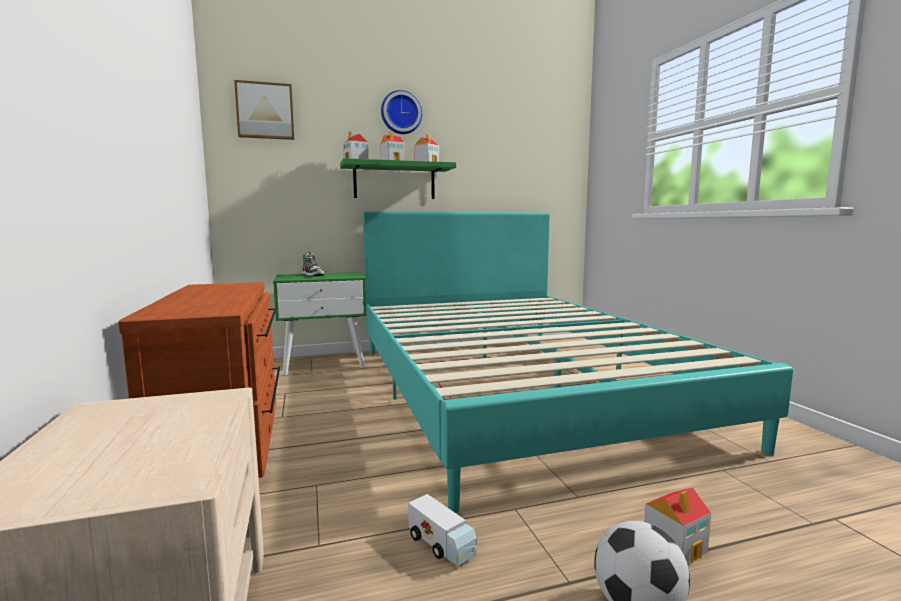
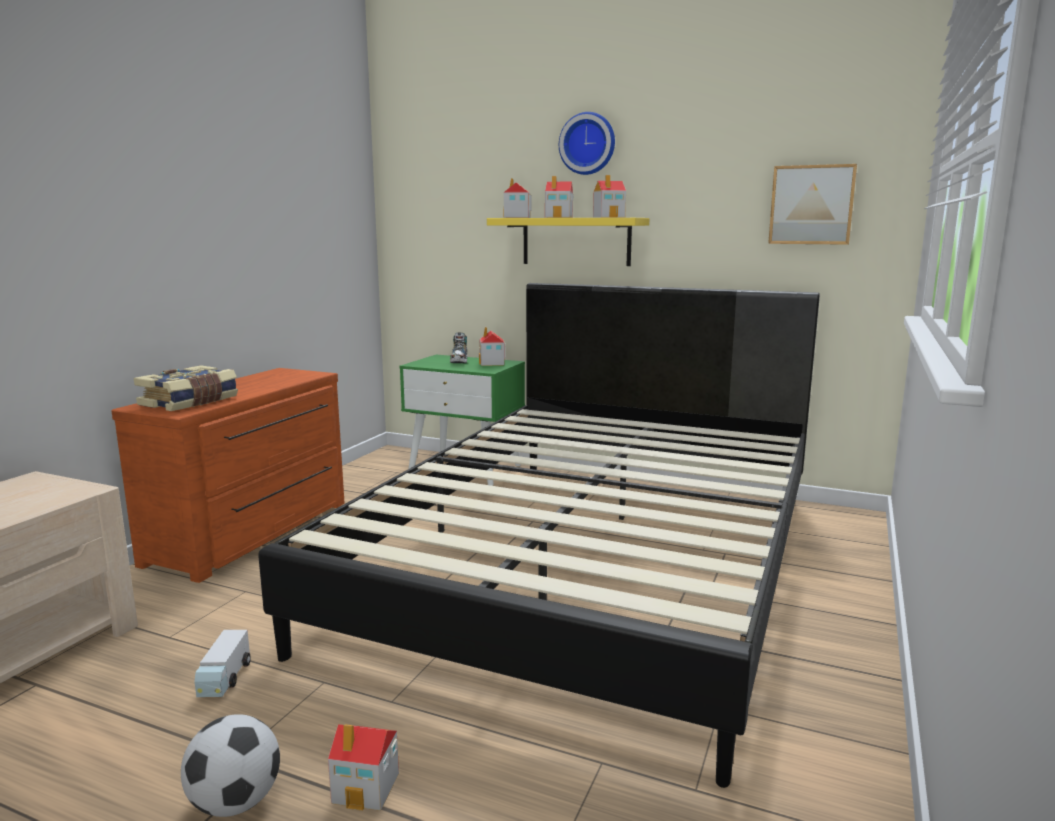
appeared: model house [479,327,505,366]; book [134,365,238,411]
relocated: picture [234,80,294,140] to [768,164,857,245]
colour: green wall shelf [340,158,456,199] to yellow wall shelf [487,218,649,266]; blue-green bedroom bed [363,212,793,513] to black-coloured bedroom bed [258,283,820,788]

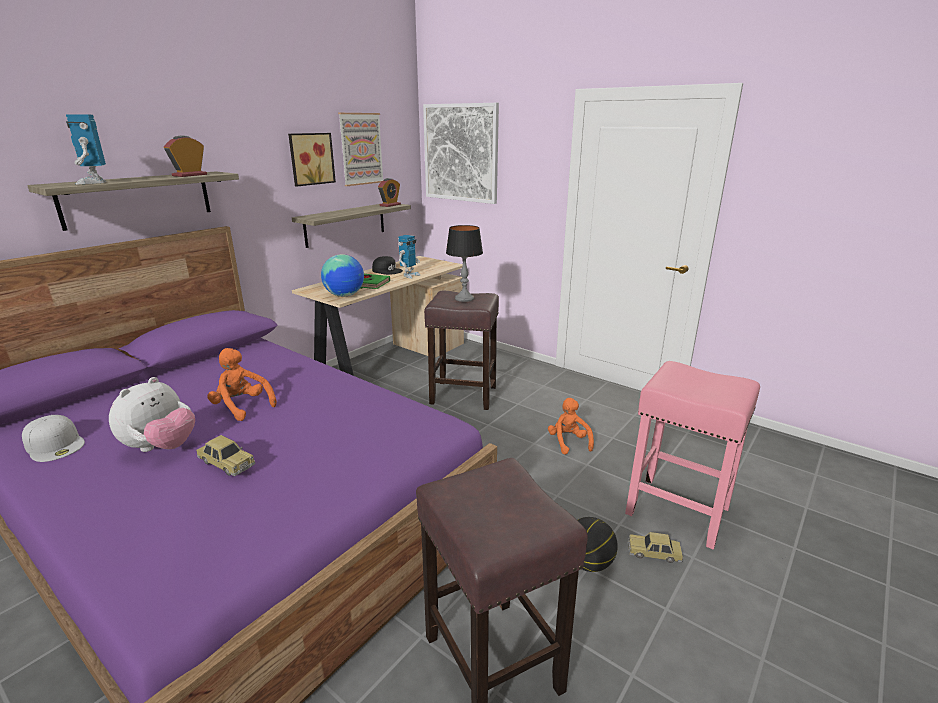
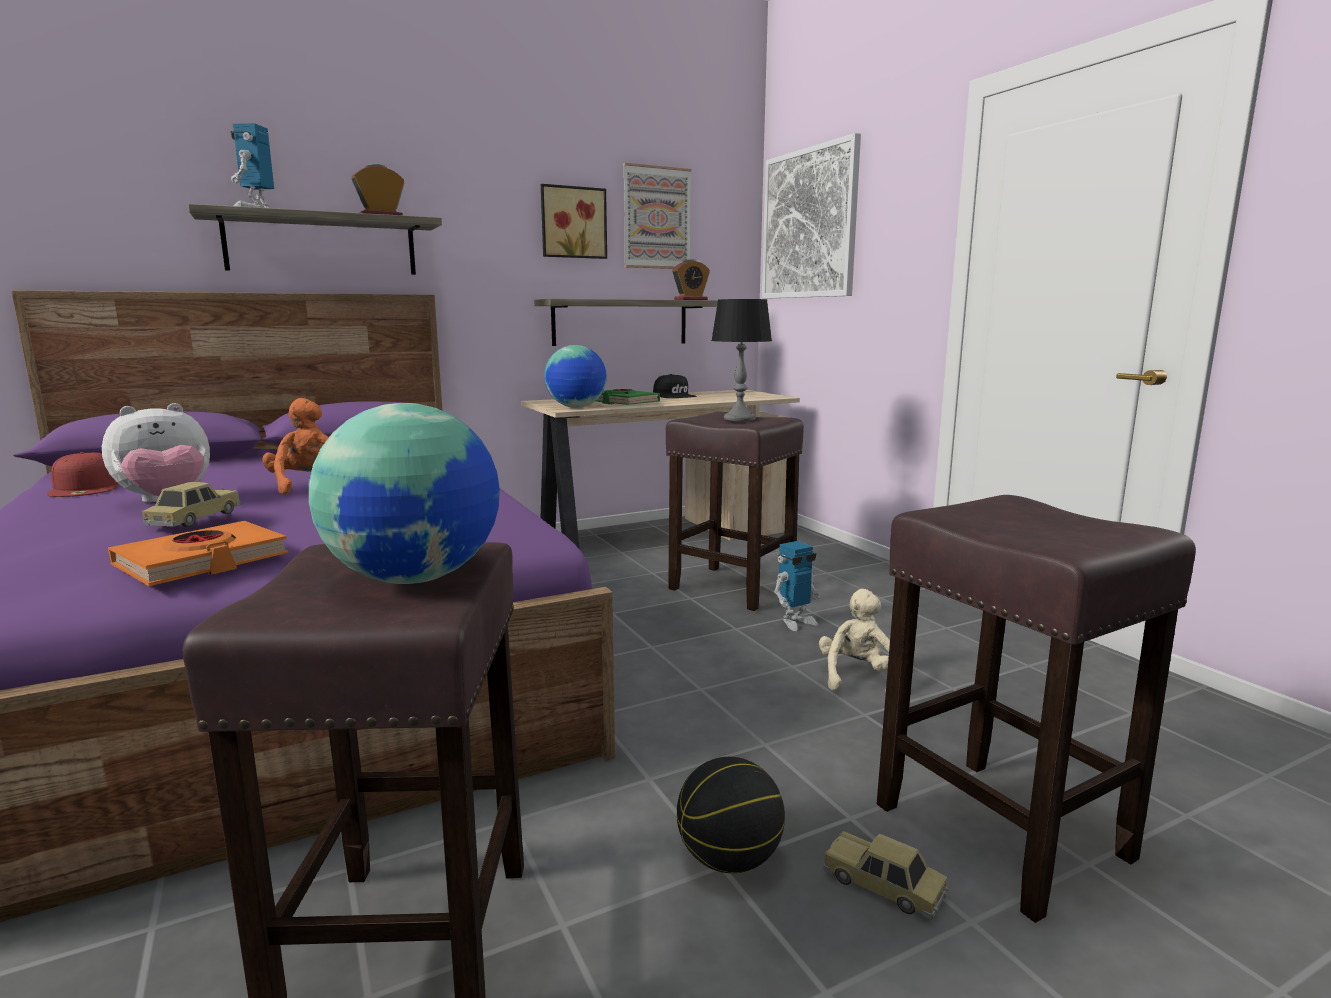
appeared: globe [309,403,500,584]; orange book [108,521,289,586]
relocated: toy robot [398,235,421,279] to [774,541,820,631]
colour: pinkish sitting stool [625,361,760,550] to brownish sitting stool [877,495,1196,923]; orange cuddly toy [548,398,594,455] to beige-coloured cuddly toy [819,589,890,691]; white-coloured cap [22,415,85,462] to reddish cap [47,452,119,497]
spun: model car [196,435,255,476] = [142,482,241,527] 135 degrees counterclockwise

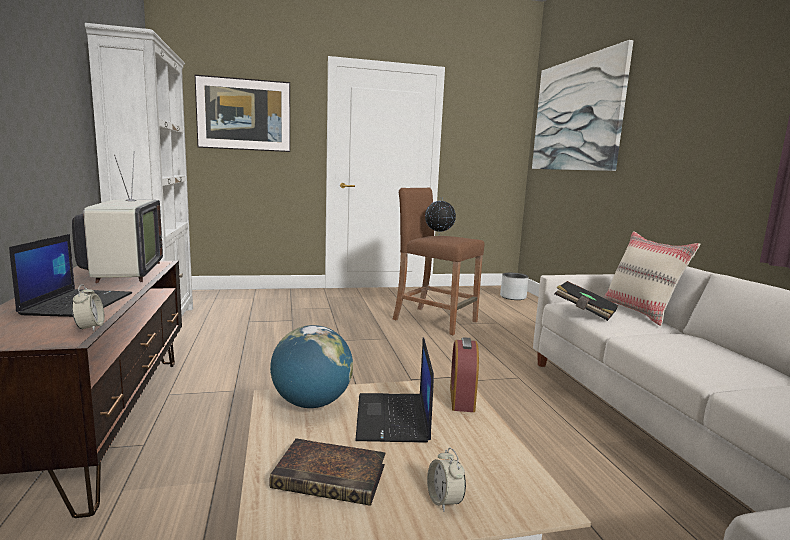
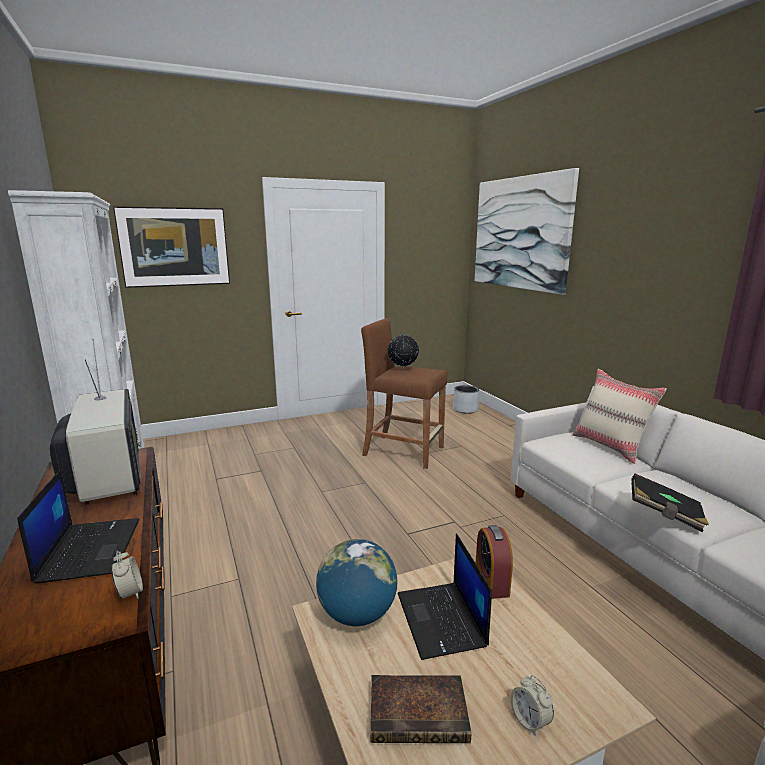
relocated: black-coloured book [555,281,619,321] to [631,474,709,532]

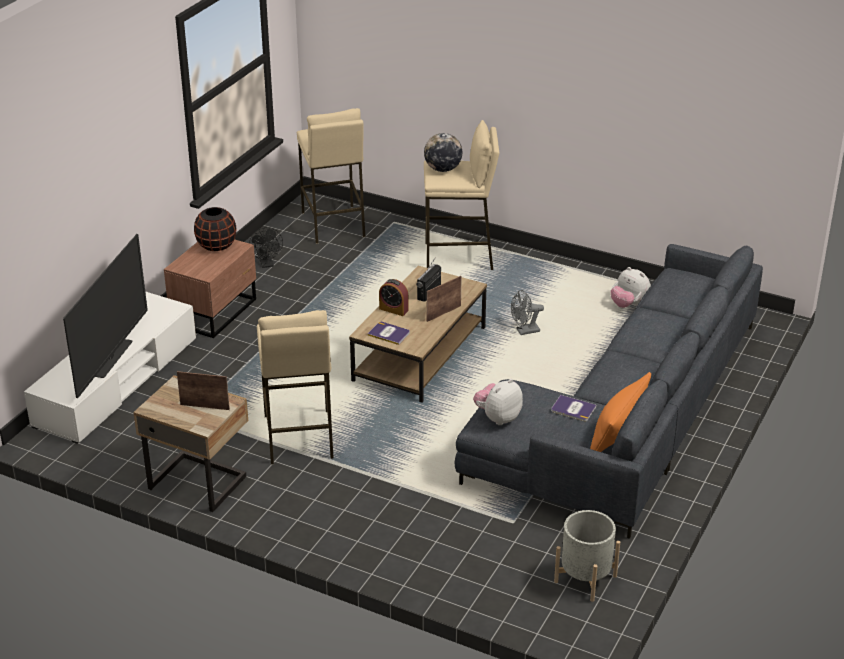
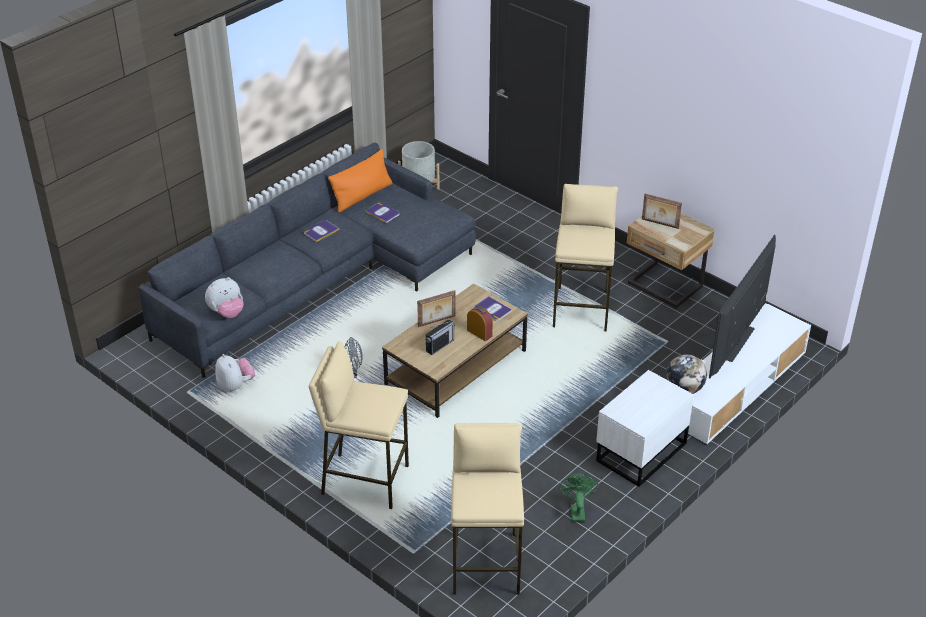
missing: black-coloured decorative vase [194,207,236,251]
appeared: book [304,220,339,242]
relocated: globe [424,133,462,172] to [666,354,707,394]; cuddly toy [473,379,523,425] to [205,277,244,318]
colour: black-coloured fan [249,227,283,268] to green fan [559,474,598,522]; brownish night table [164,239,256,338] to white-coloured night table [596,370,694,487]

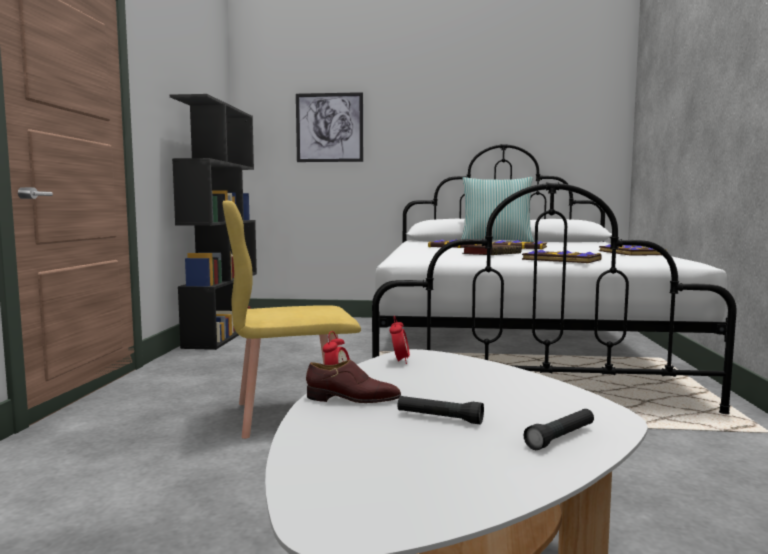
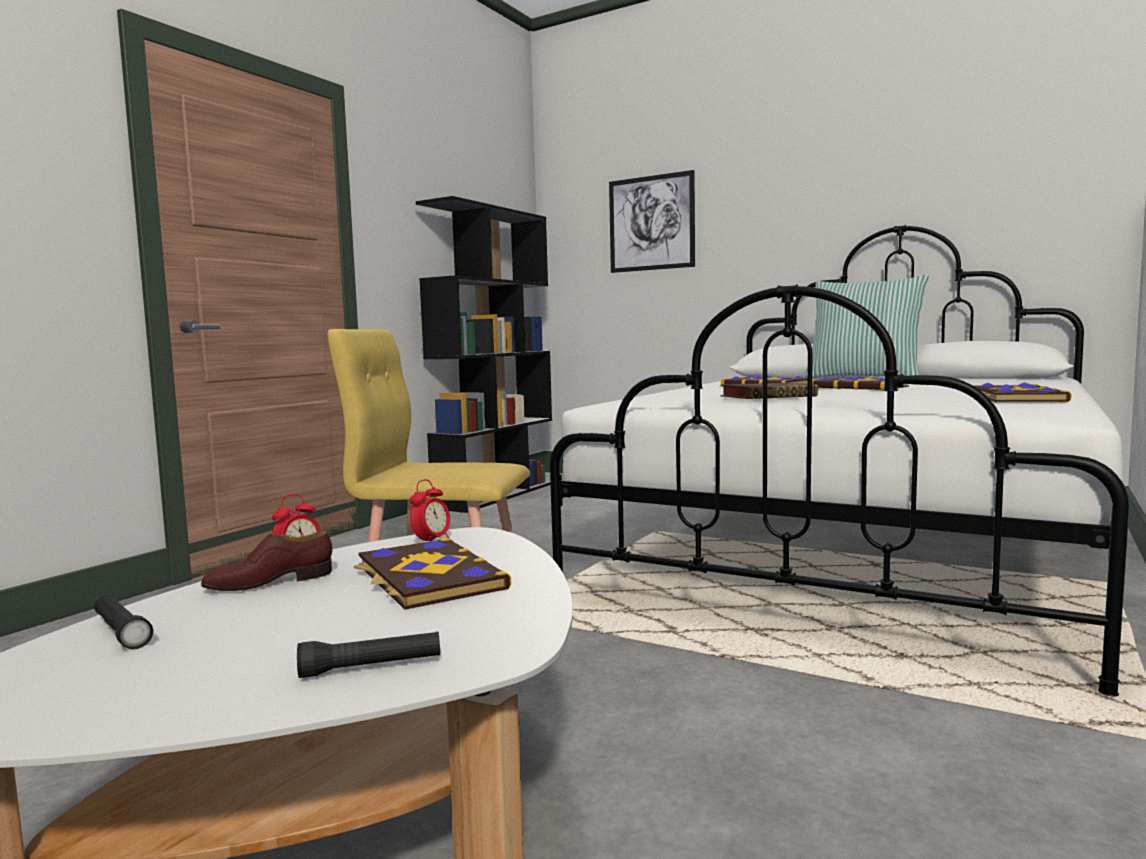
relocated: book [522,250,602,263] to [354,538,511,610]; black-coloured flashlight [398,396,484,425] to [94,595,153,650]
spun: brownish shoe [306,360,401,403] = [201,531,332,591] 120 degrees clockwise

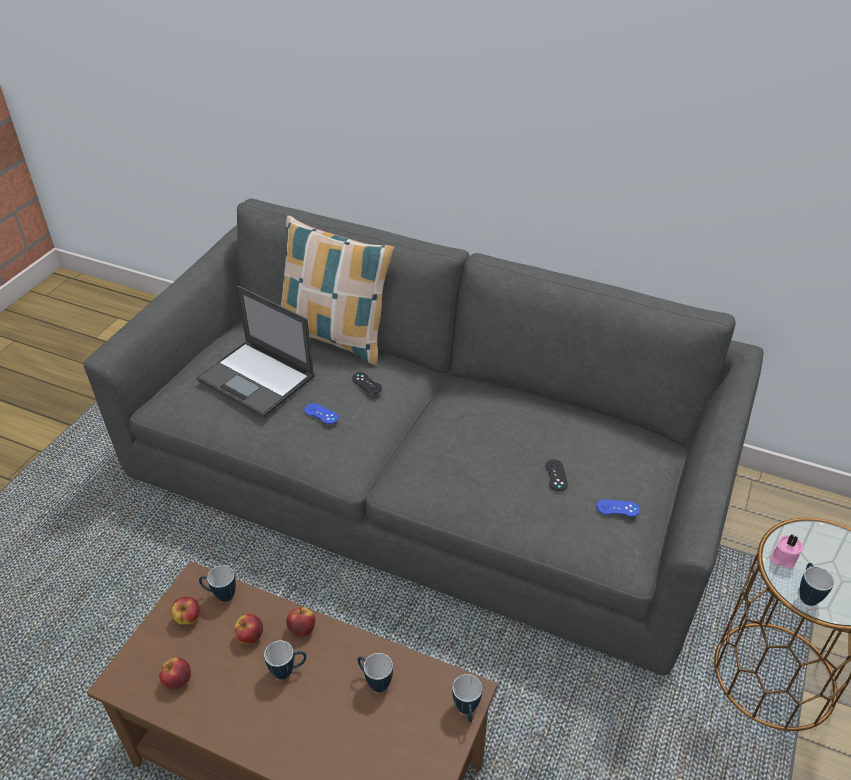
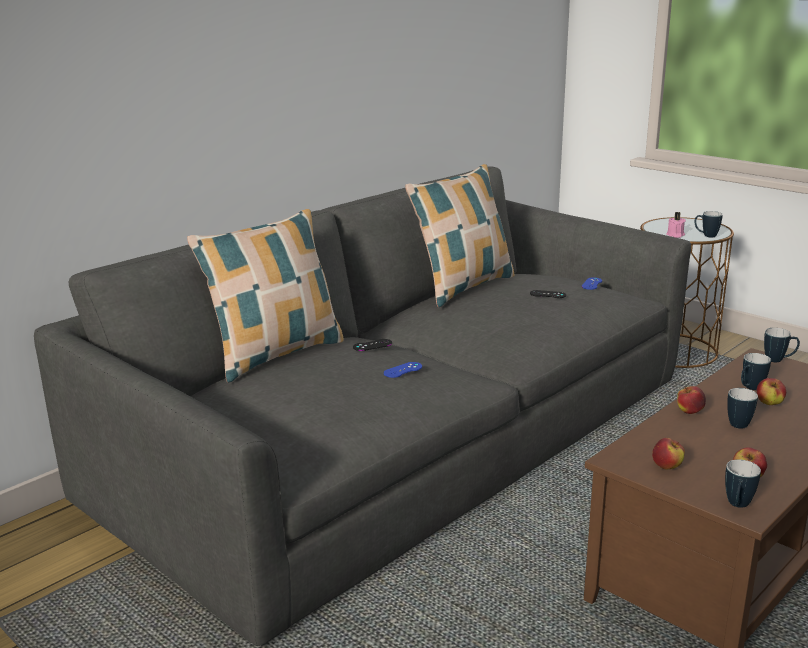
missing: portable computer [196,285,315,418]
appeared: cushion [405,164,514,307]
relocated: mug [199,565,236,602] to [725,459,761,508]; apple fruit [234,614,263,644] to [757,378,786,405]

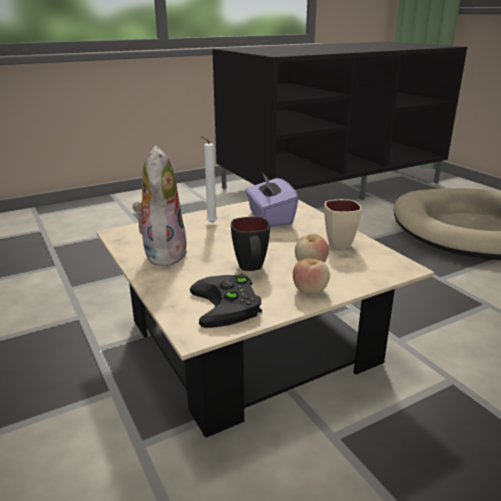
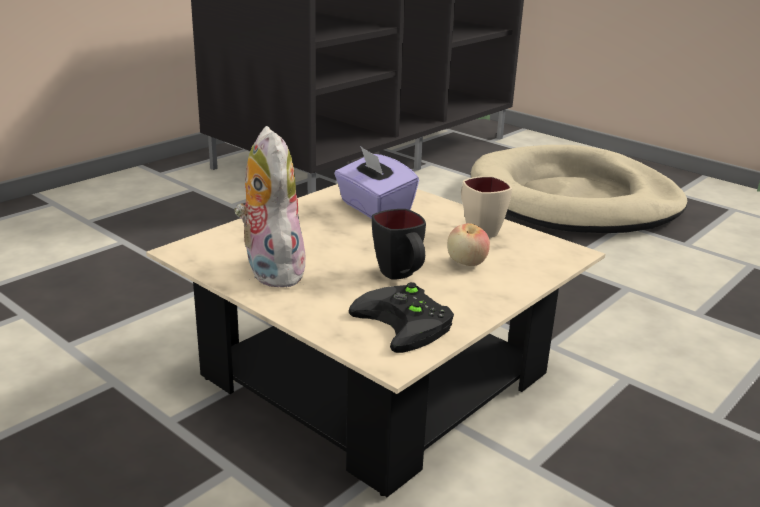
missing: white-coloured candle [201,136,217,223]; apple fruit [293,258,330,295]

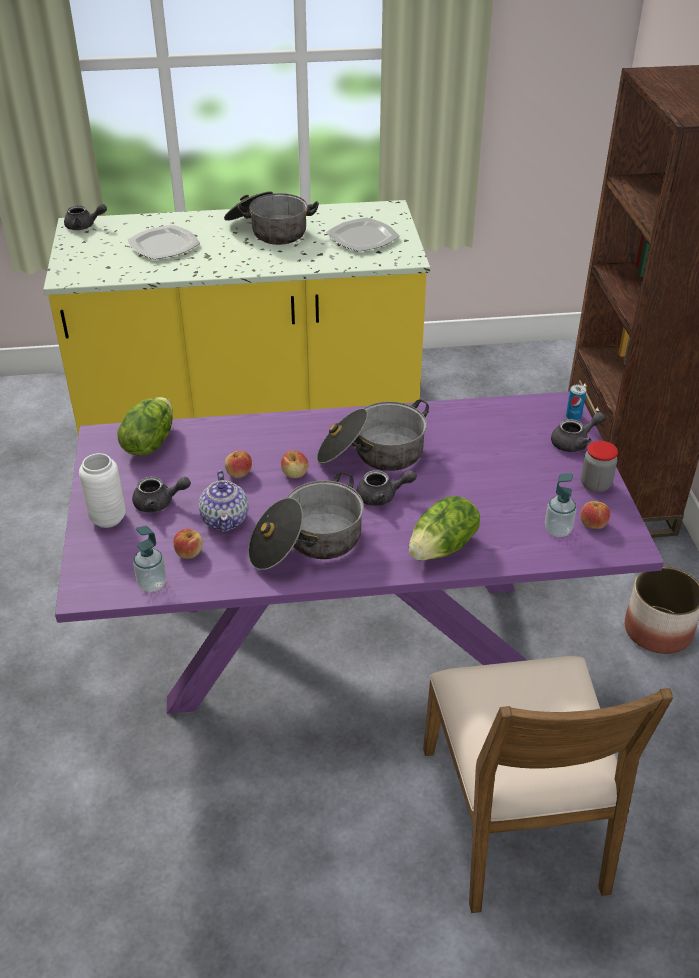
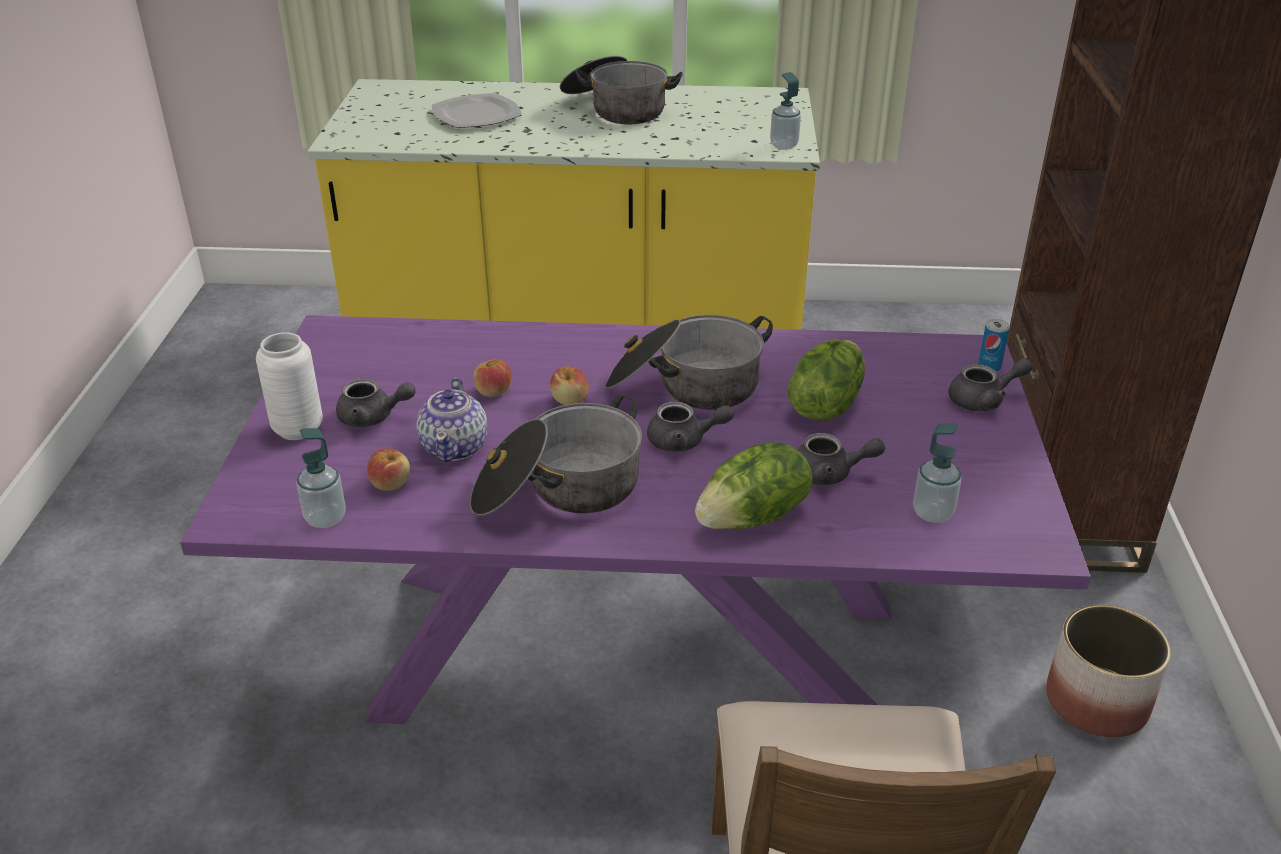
missing: plate [327,218,400,252]; preserve jar [581,441,618,492]; apple fruit [580,501,610,529]
appeared: soap bottle [770,72,801,150]
relocated: greyish pot for tea [64,204,107,230] to [798,433,885,485]; lettuce head [117,397,173,456] to [787,339,865,420]

